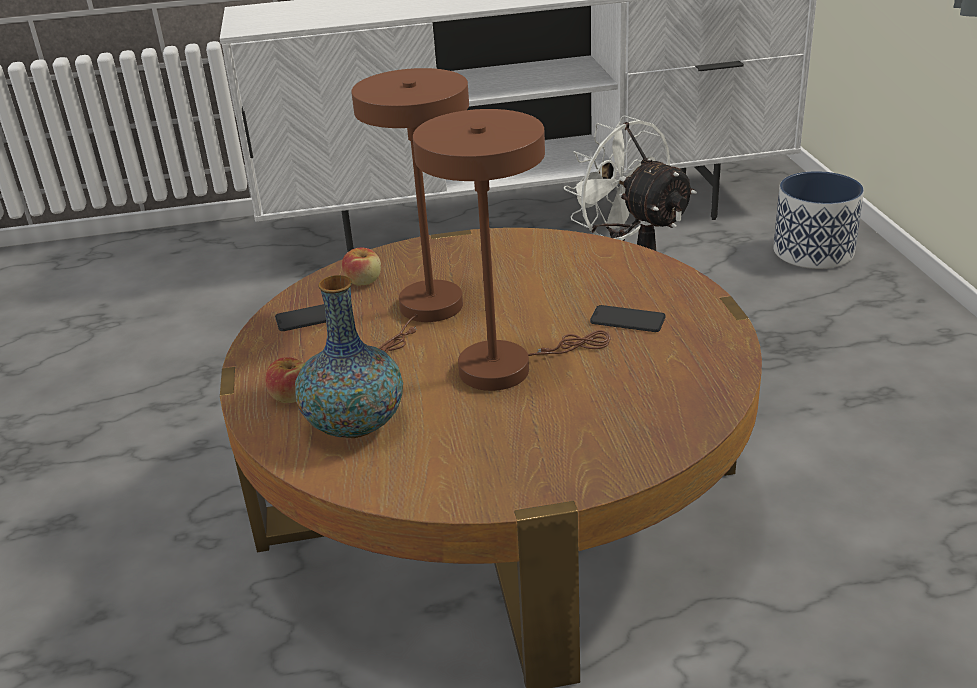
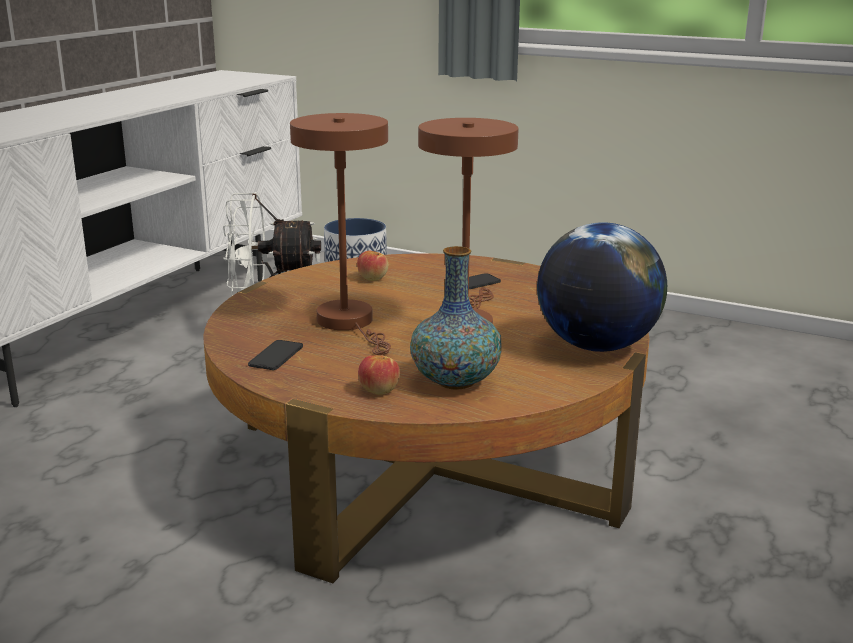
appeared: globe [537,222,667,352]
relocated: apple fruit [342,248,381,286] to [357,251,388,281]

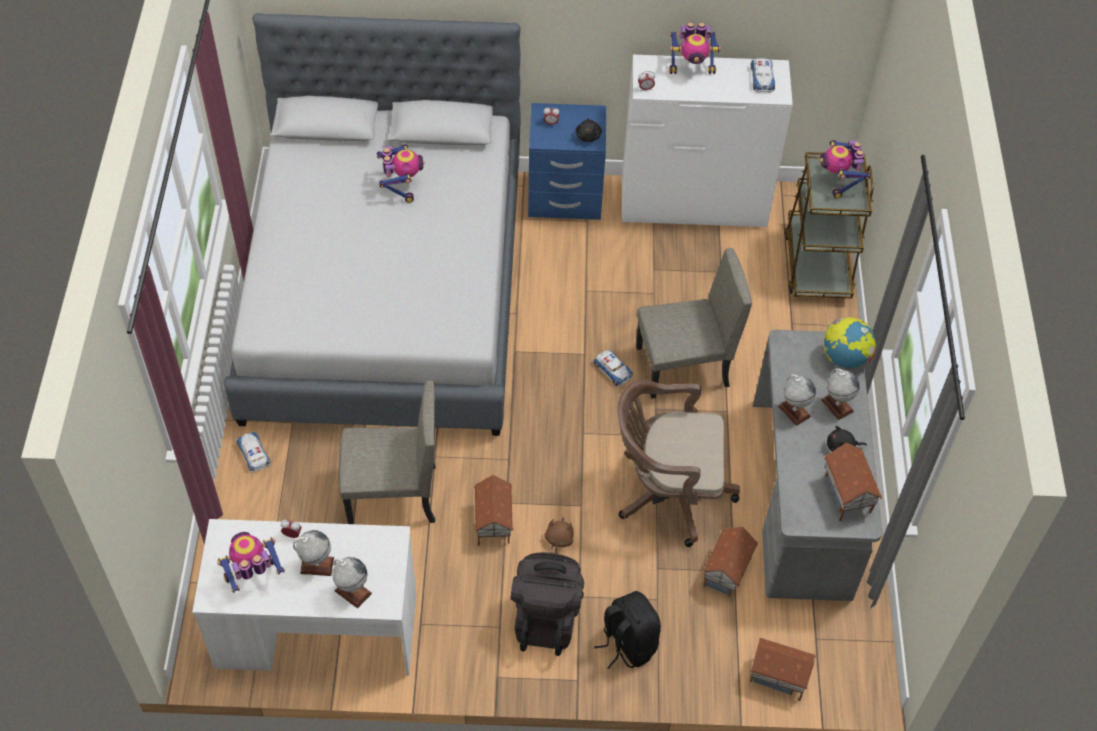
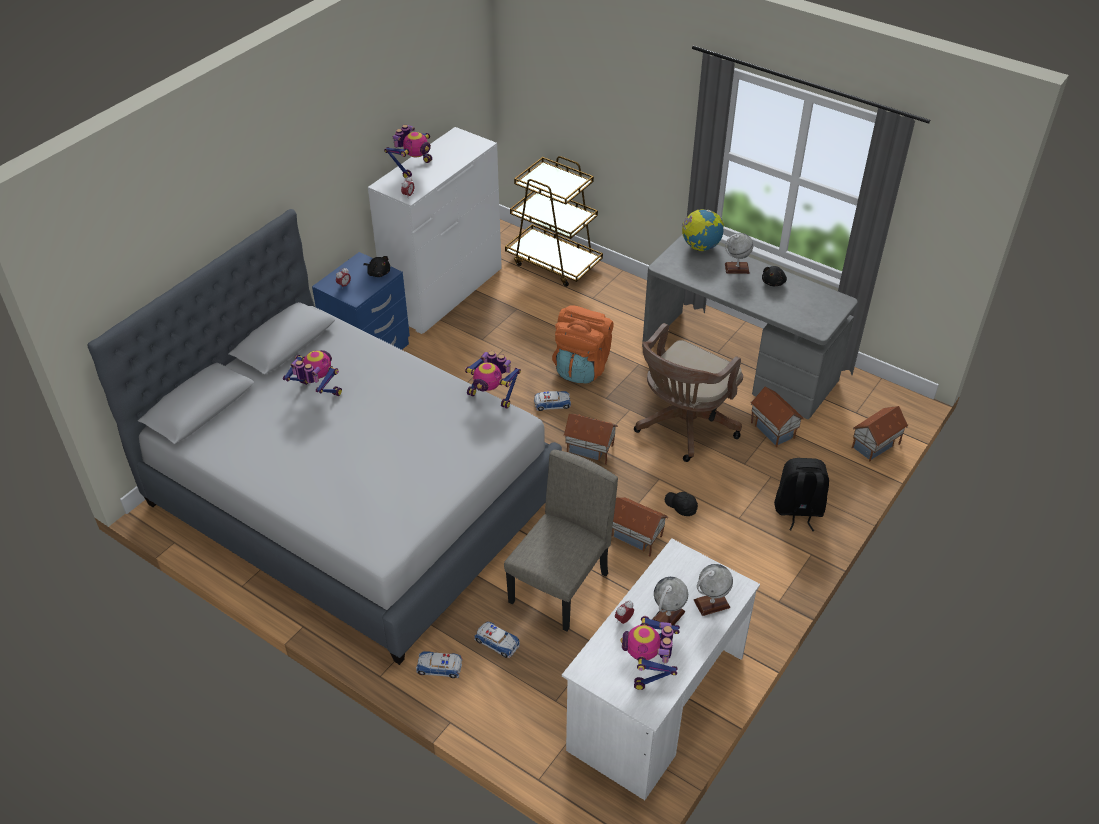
missing: globe [778,374,816,426]; black-coloured backpack [511,552,584,656]
relocated: model car [751,58,775,93] to [474,622,520,658]; toy robot [820,140,870,199] to [465,351,521,409]; model house [824,442,882,521] to [563,414,618,464]
exchanged: beige-coloured plain chair [636,248,752,399] to orange backpack [552,305,614,384]; brownish cuddly toy [544,517,574,554] to black-coloured cap [665,492,698,516]

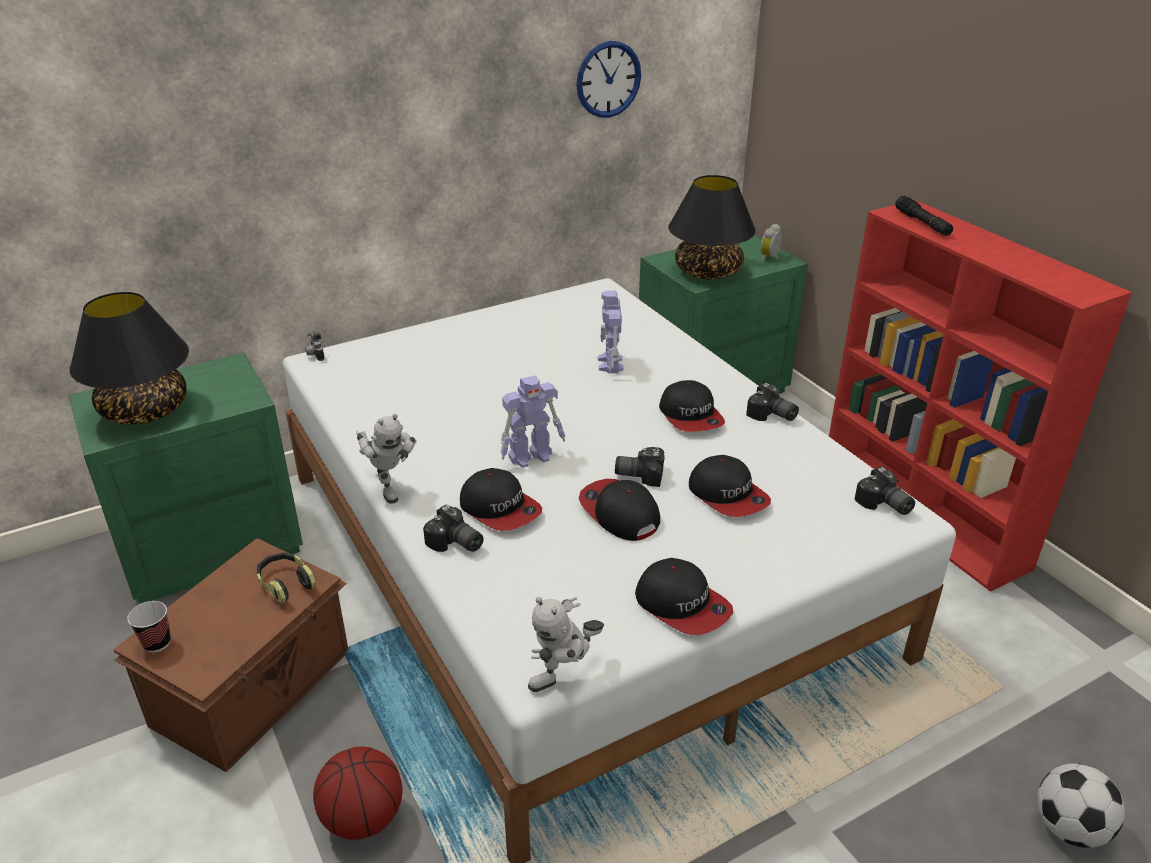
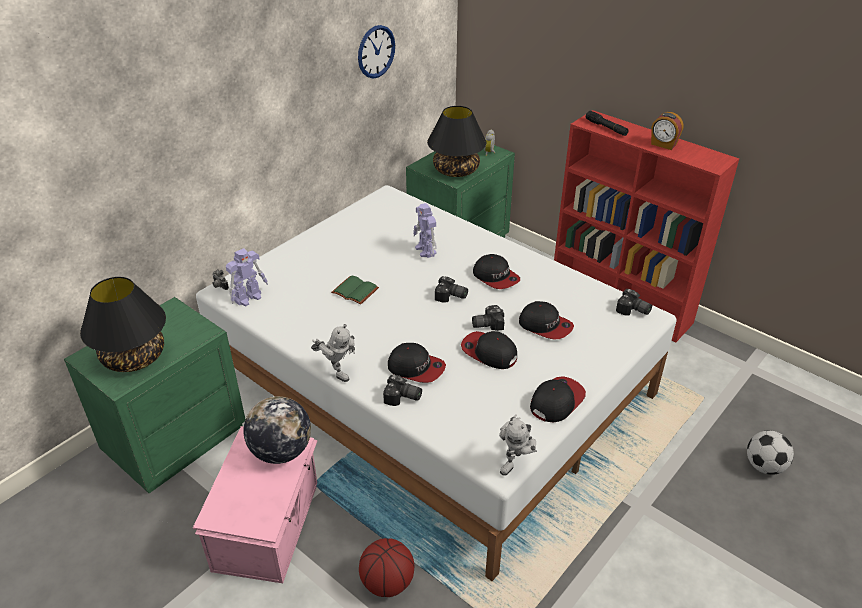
missing: small cup [127,601,171,652]
appeared: bedside clock [651,112,683,150]; green book [331,275,379,305]
relocated: toy robot [501,375,565,468] to [226,248,268,306]; still camera [746,383,799,421] to [435,276,468,303]
exchanged: pair of headphones [257,553,316,603] to globe [243,396,311,464]
colour: brownish storage container [113,538,349,772] to pinkish storage container [193,426,318,583]
spun: cap [635,558,734,635] = [530,376,586,422] 75 degrees counterclockwise

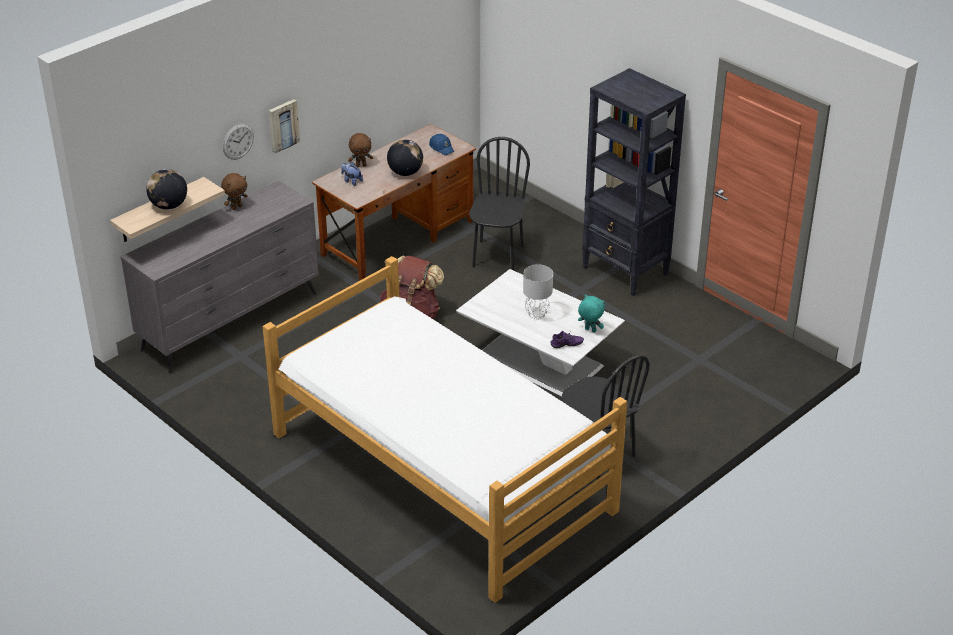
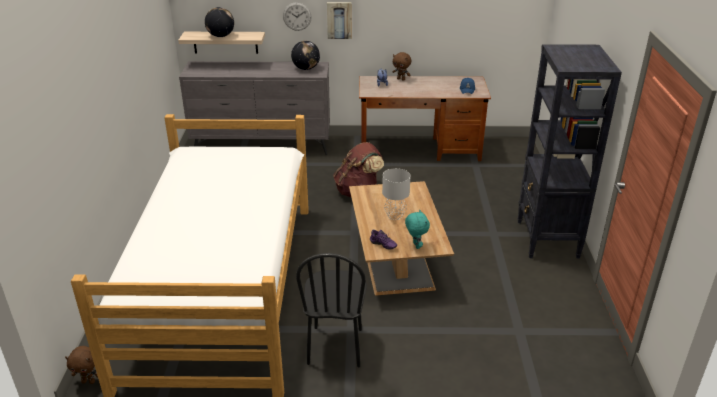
missing: black-coloured plain chair [469,137,530,271]
relocated: globe [387,140,423,176] to [291,41,320,70]; brownish cuddly toy [221,173,248,210] to [65,346,98,384]
colour: white-coloured coffee table [456,269,625,396] to brownish coffee table [349,181,454,296]

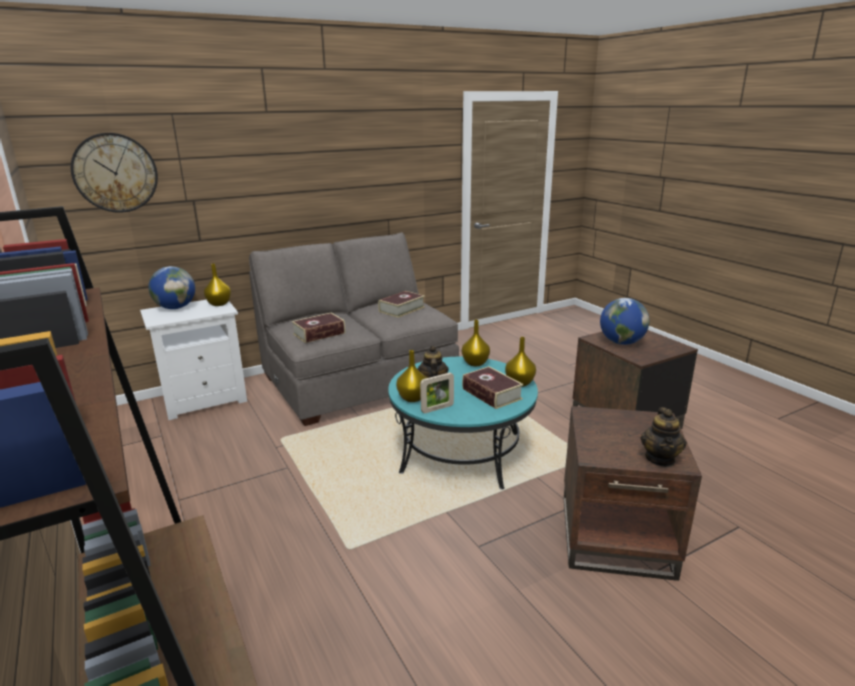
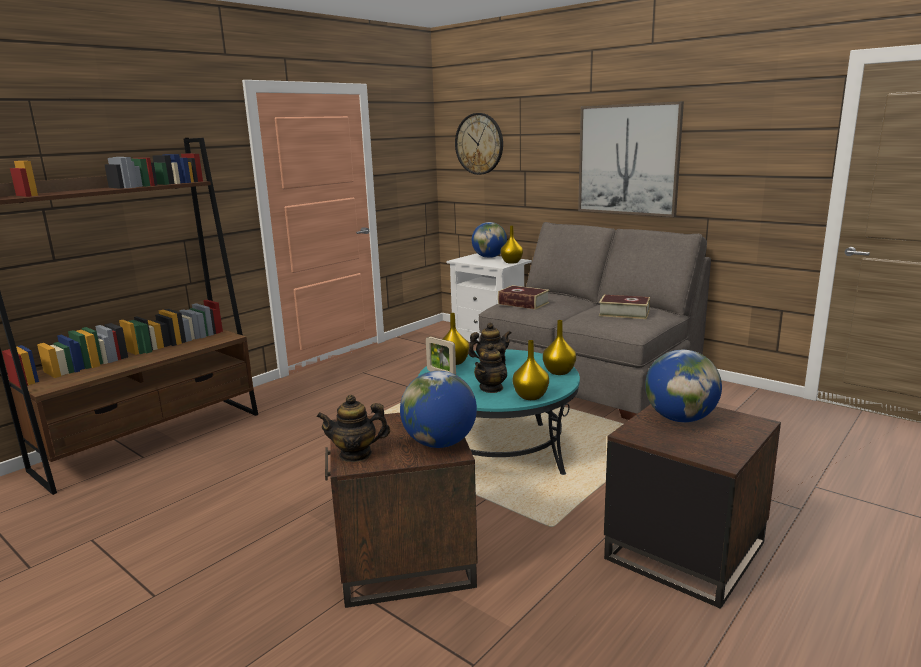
appeared: picture [578,101,684,217]; globe [400,371,477,448]
exchanged: book [462,366,524,409] to pot for tea [474,343,507,393]

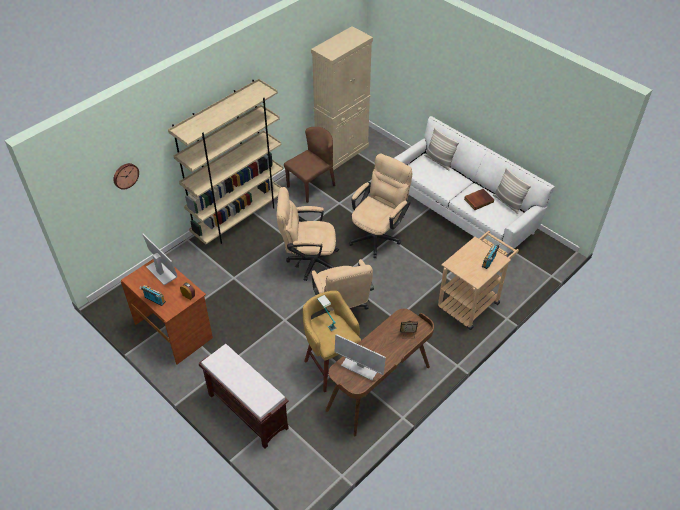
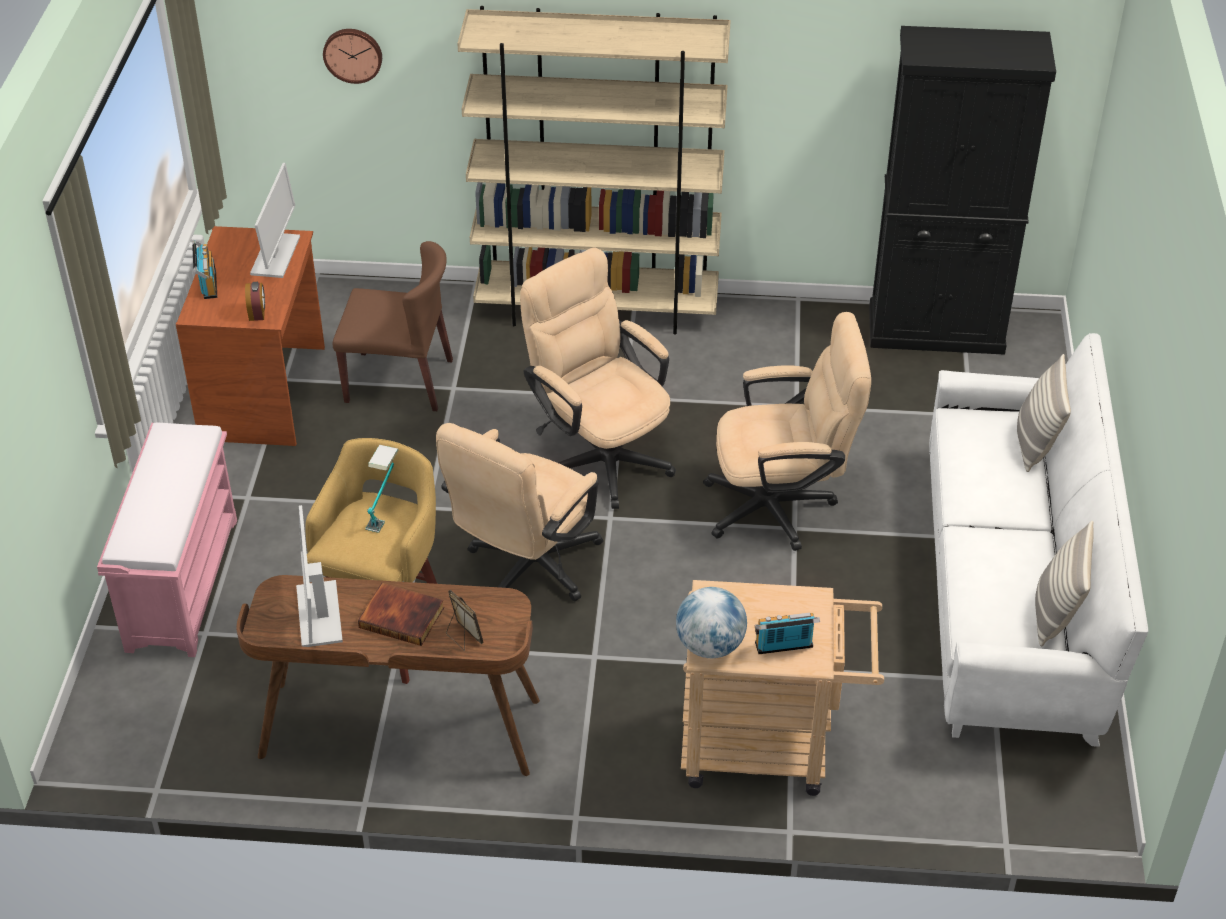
appeared: globe [676,587,747,658]
relocated: brownish plain chair [284,127,335,203] to [333,241,453,411]; book [464,189,494,210] to [358,583,444,646]
colour: beige-coloured cupboard [311,26,373,170] to black-coloured cupboard [869,26,1056,355]; brownish long seat [199,344,289,449] to pinkish long seat [97,423,237,657]

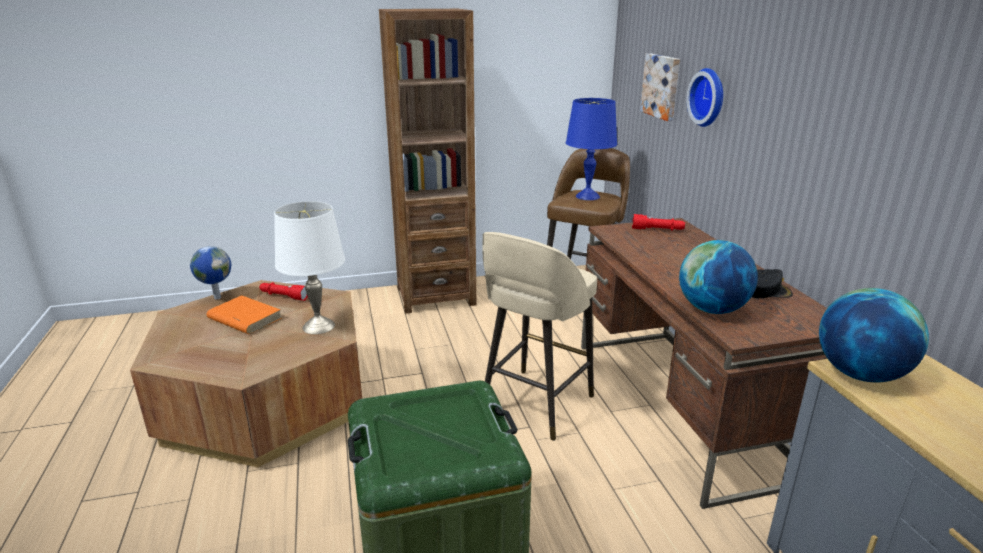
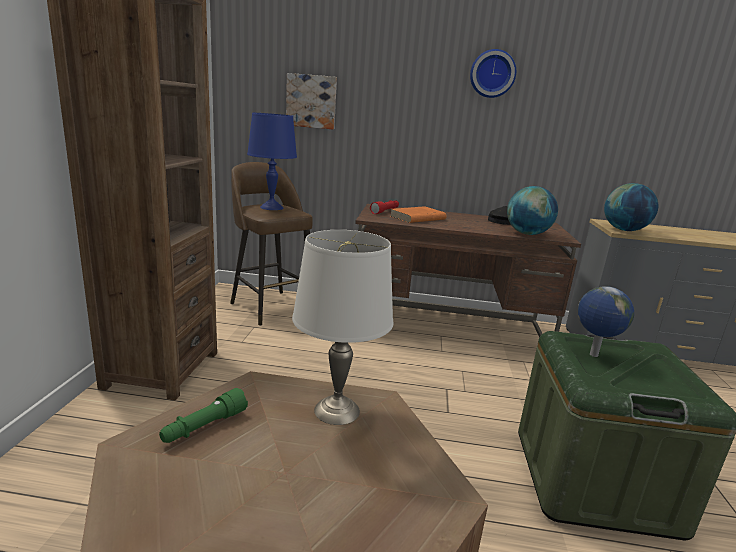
missing: beige-coloured sitting stool [482,232,597,441]
relocated: wall clock [687,68,723,127] to [470,49,516,98]; globe [190,246,231,299] to [578,286,634,357]; orange book [207,295,282,334] to [391,206,447,223]
colour: reddish flashlight [260,282,308,301] to green flashlight [159,388,248,443]

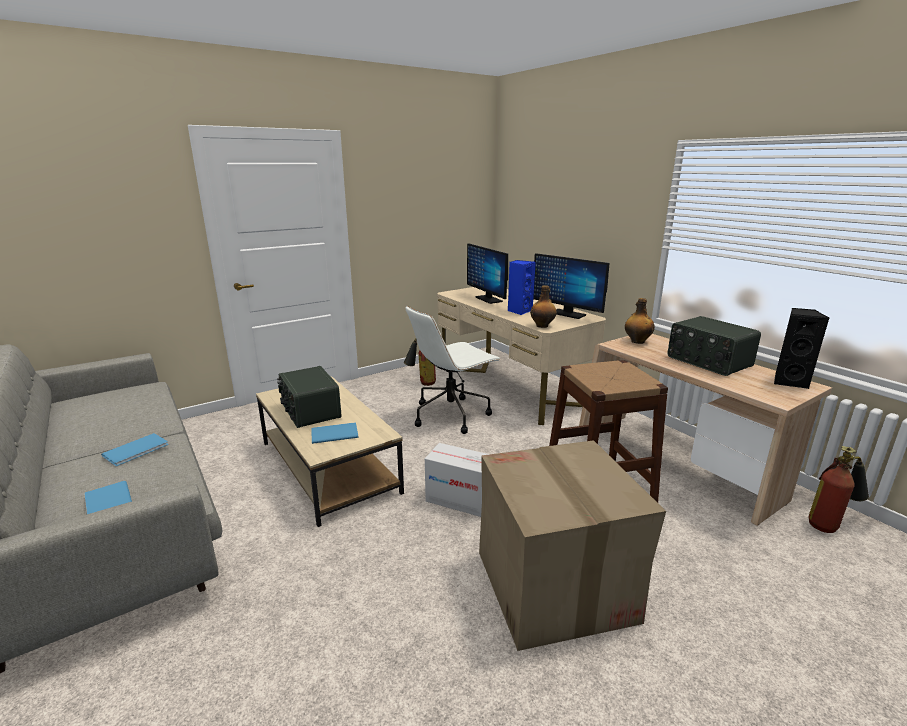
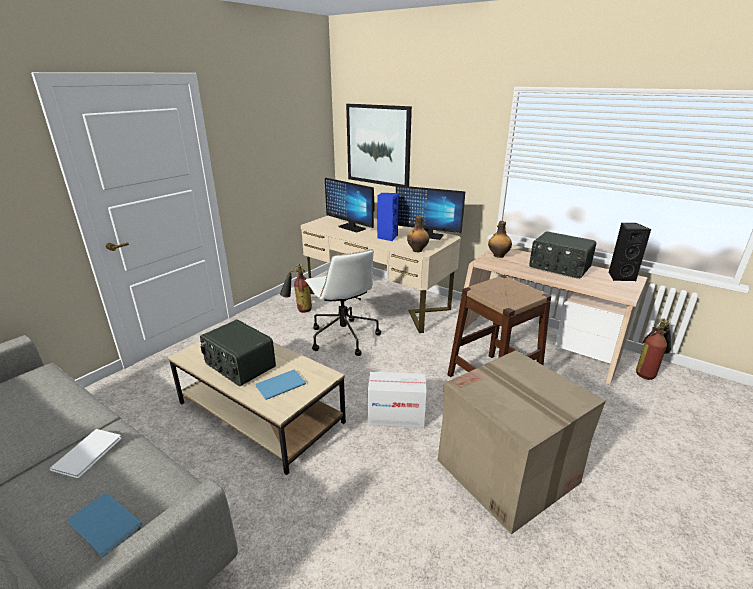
appeared: picture [346,104,412,187]
colour: blue book [101,433,169,466] to white-coloured book [49,429,122,478]
spun: white-coloured office chair [406,306,501,434] = [305,249,381,356] 60 degrees counterclockwise

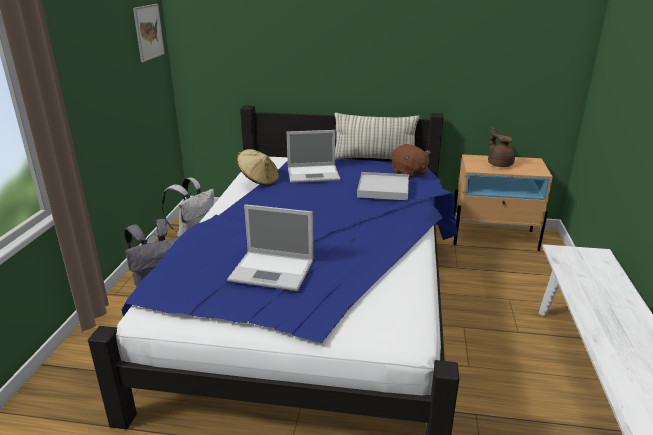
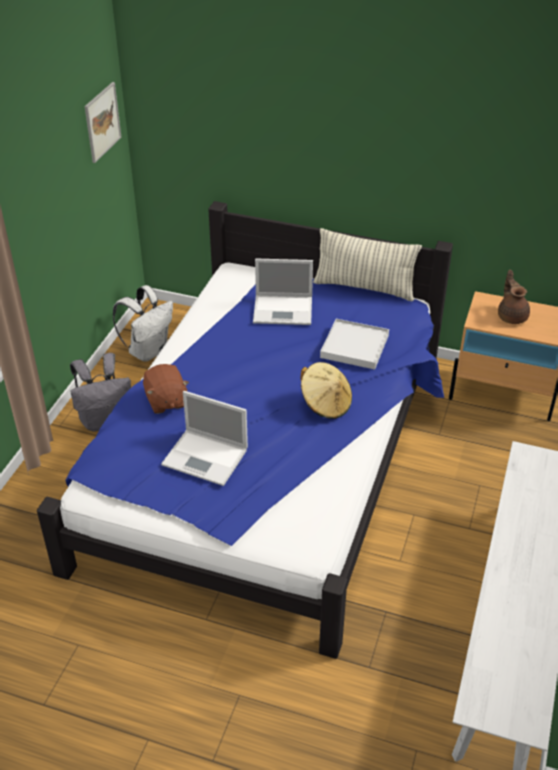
relocated: brownish cuddly toy [391,144,430,178] to [143,364,189,414]; beige-coloured hat [237,149,279,186] to [301,362,352,419]

